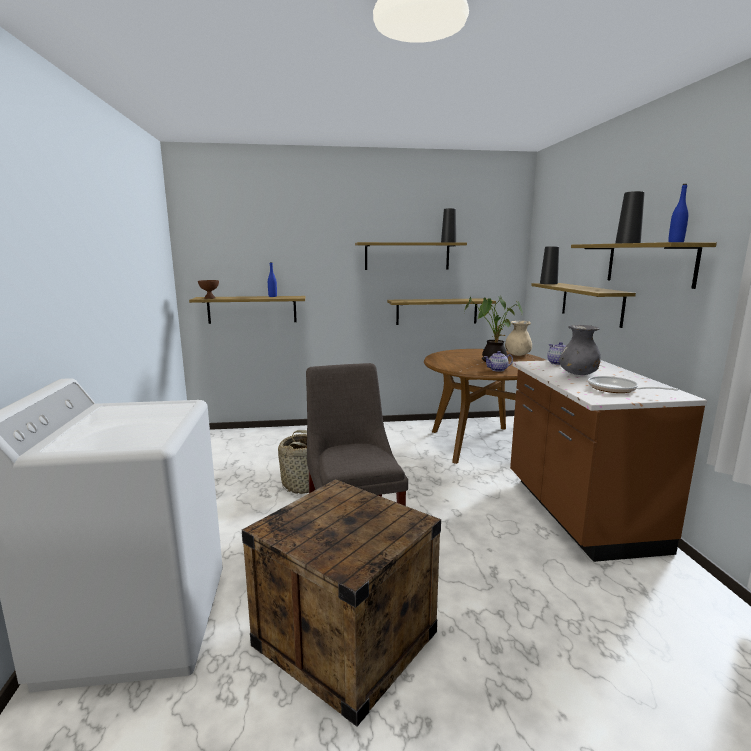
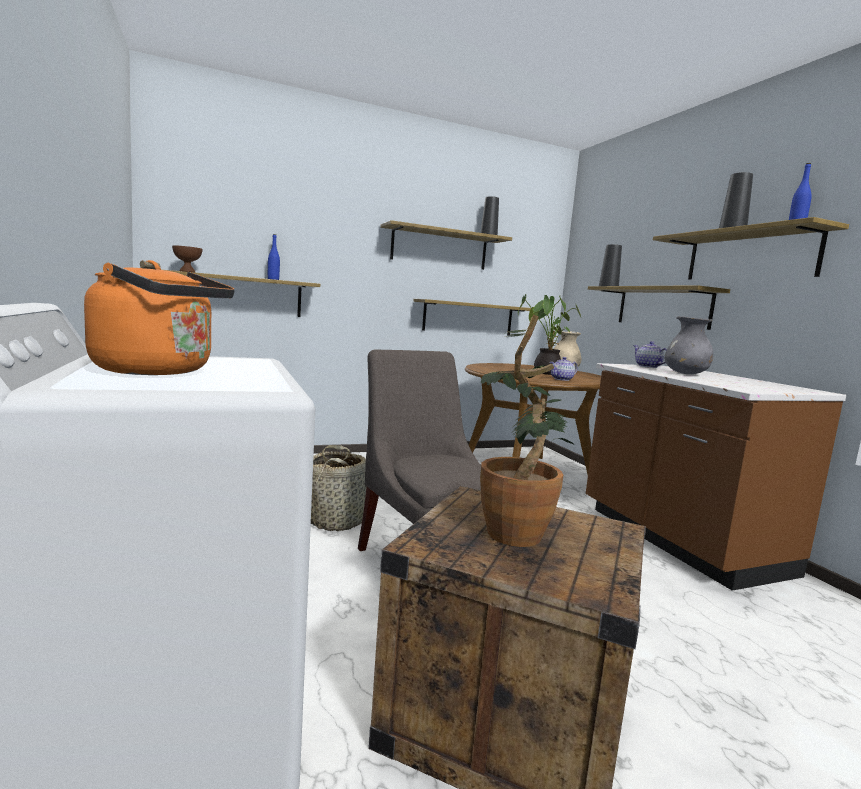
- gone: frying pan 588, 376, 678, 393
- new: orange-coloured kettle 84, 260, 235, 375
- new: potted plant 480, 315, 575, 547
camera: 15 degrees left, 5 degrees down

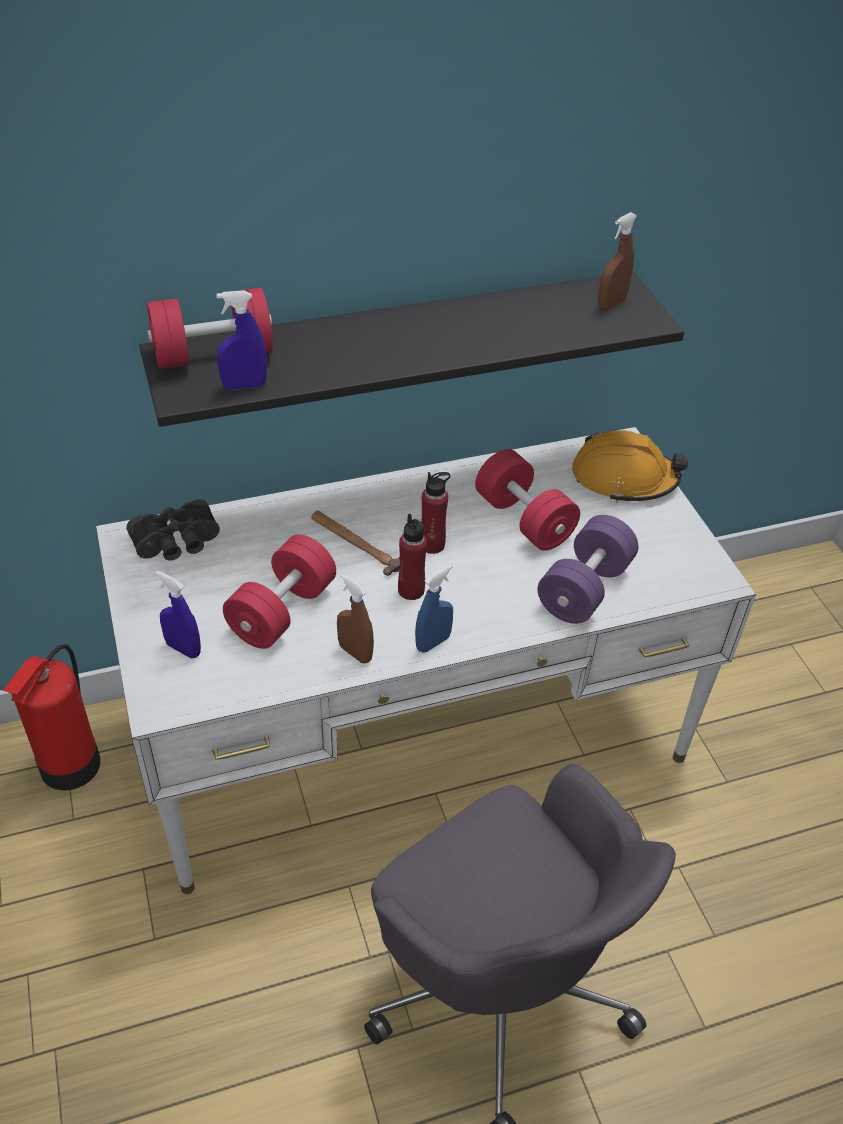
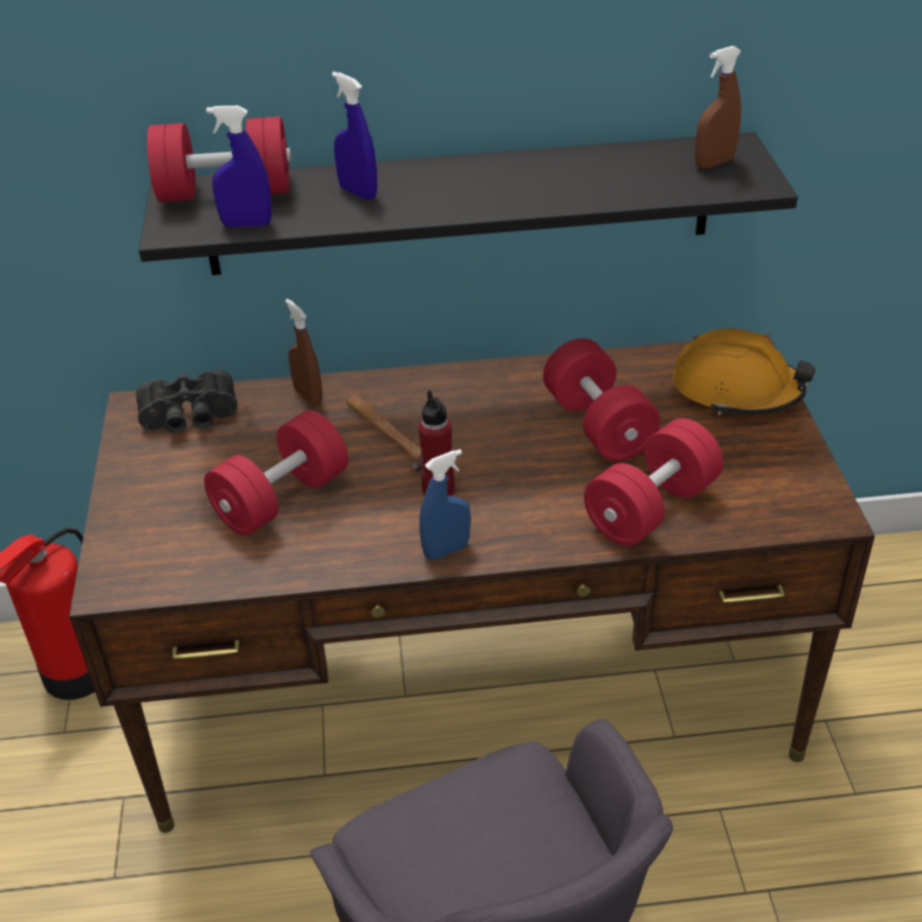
- repainted: whitish desk table 96, 427, 756, 894 to brownish desk table 69, 334, 875, 833
- shifted: bluish spray bottle 156, 571, 201, 658 to 332, 72, 377, 200
- shifted: brownish spray bottle 337, 573, 374, 663 to 285, 299, 323, 405
- gone: red-coloured bottle 421, 472, 451, 554
- repainted: purplish hand weight 538, 515, 638, 624 to red-coloured hand weight 584, 418, 723, 546
camera: 15 degrees right, 5 degrees down

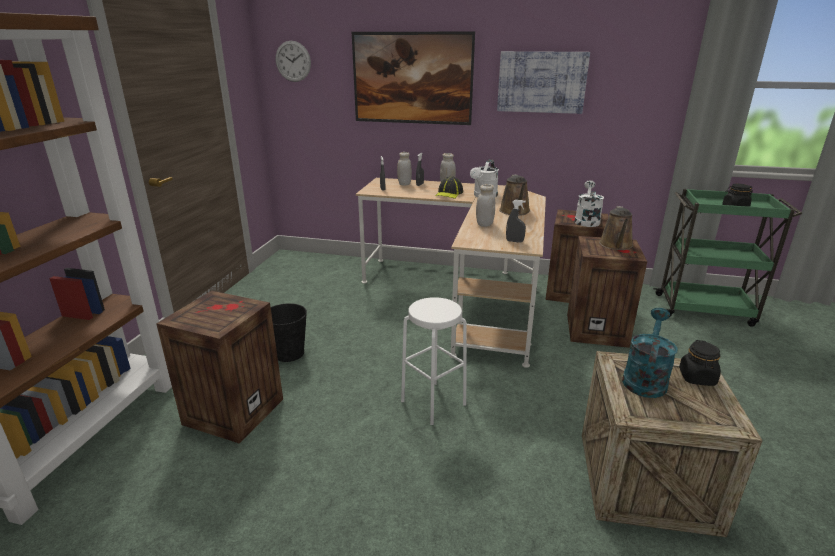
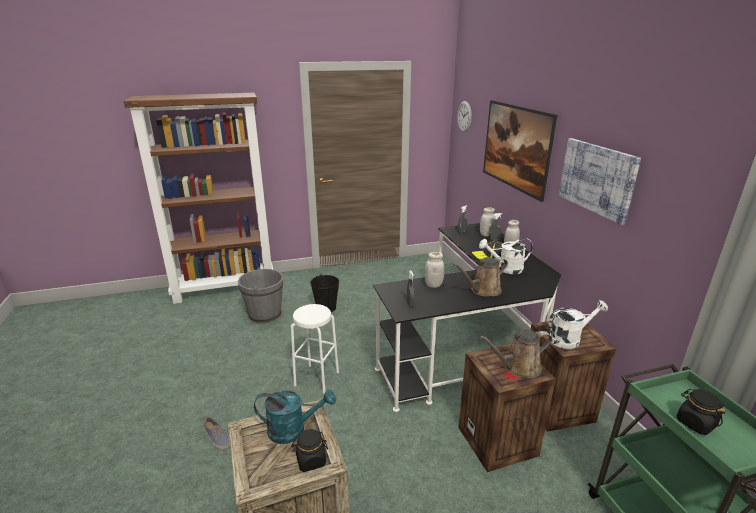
- swapped: crate 156, 291, 283, 444 to gray water bucket 238, 267, 283, 324
- repainted: sand-coloured desk table 356, 178, 546, 368 to blackish desk table 373, 223, 561, 412
- new: item of footwear 203, 417, 230, 450
camera: 60 degrees right, 0 degrees up

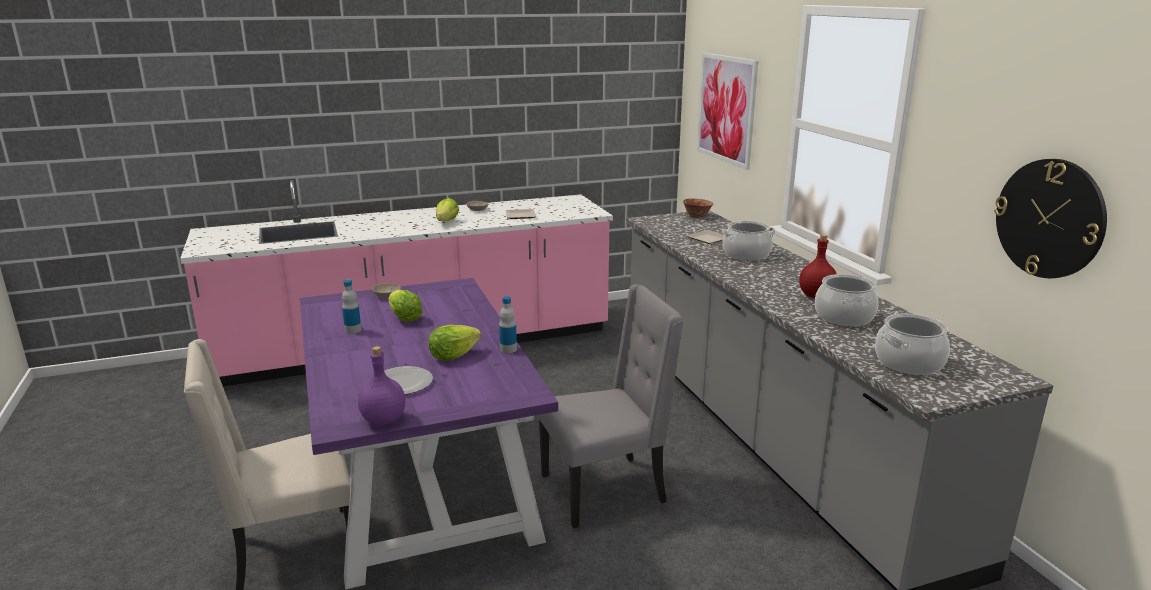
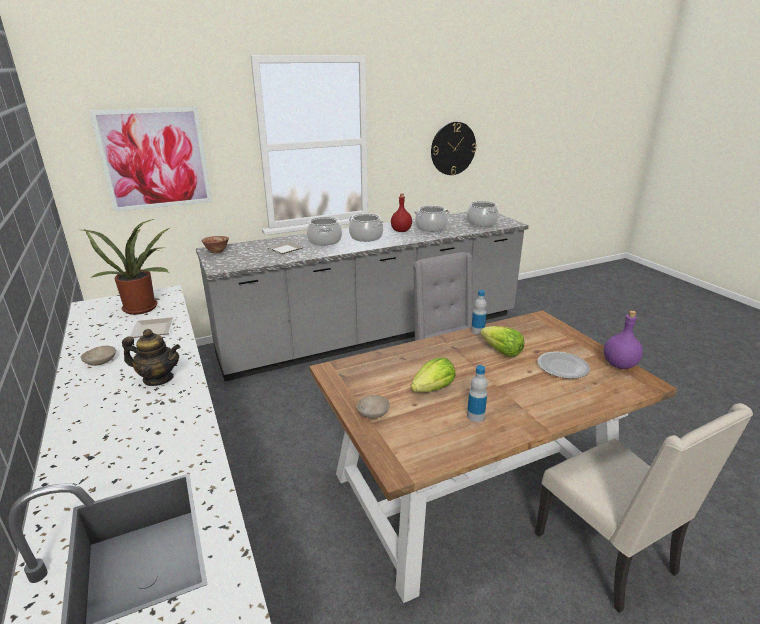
- repainted: purplish dinner table 300, 278, 558, 590 to brownish dinner table 309, 310, 677, 603
- swapped: lettuce 436, 198, 459, 221 to tea pot 122, 329, 180, 386
- new: potted plant 82, 219, 169, 315
- new: cooking pot 349, 213, 383, 242
camera: 95 degrees left, 5 degrees up

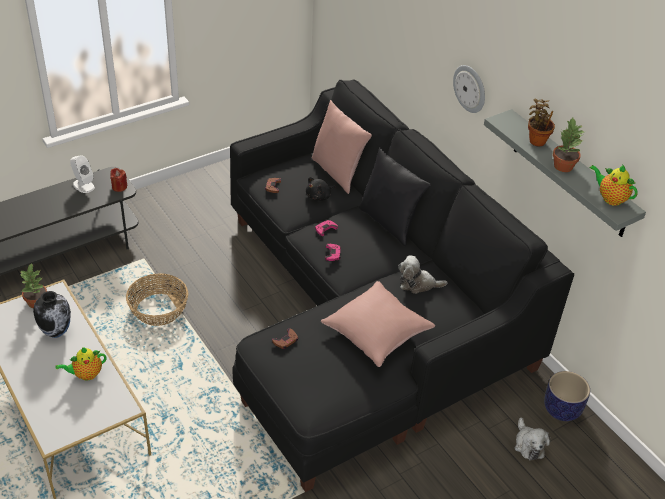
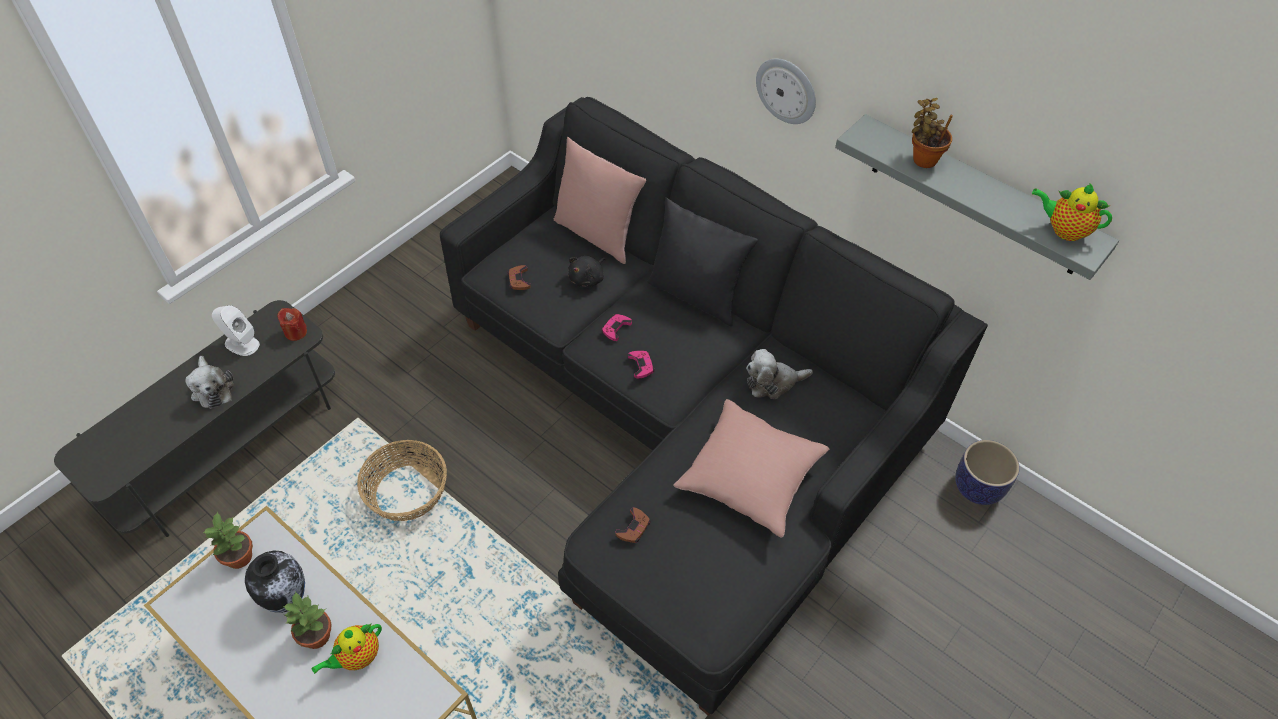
- shifted: soft toy 515, 417, 551, 461 to 185, 356, 234, 409
- shifted: potted plant 553, 118, 586, 172 to 282, 591, 332, 649
camera: 15 degrees left, 10 degrees up

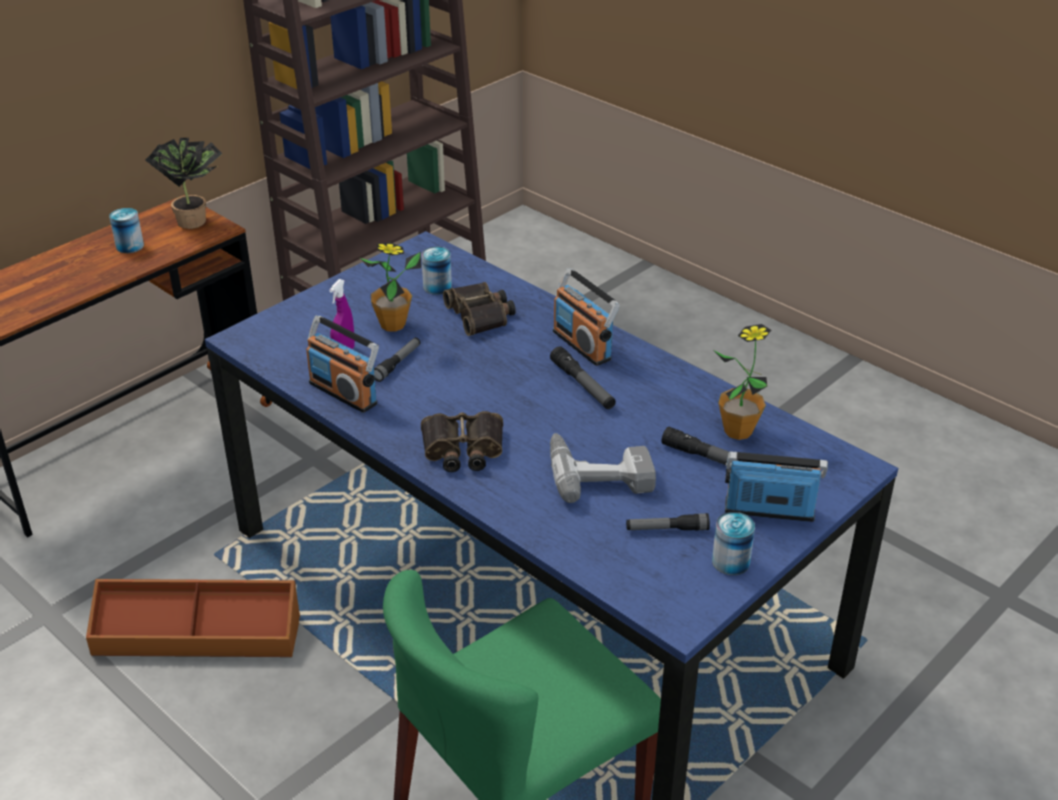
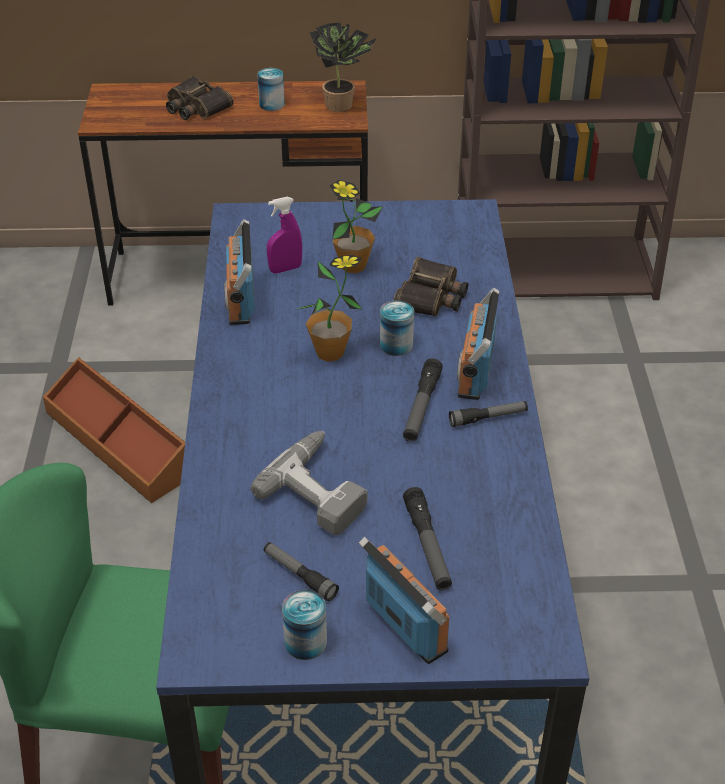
- shifted: flashlight 374, 338, 421, 382 to 449, 401, 528, 427
- shifted: metal can 421, 247, 452, 295 to 380, 300, 414, 356
- shifted: field glasses 421, 411, 503, 472 to 166, 76, 234, 120
- shifted: potted plant 712, 324, 771, 440 to 295, 255, 362, 362
camera: 45 degrees right, 5 degrees up

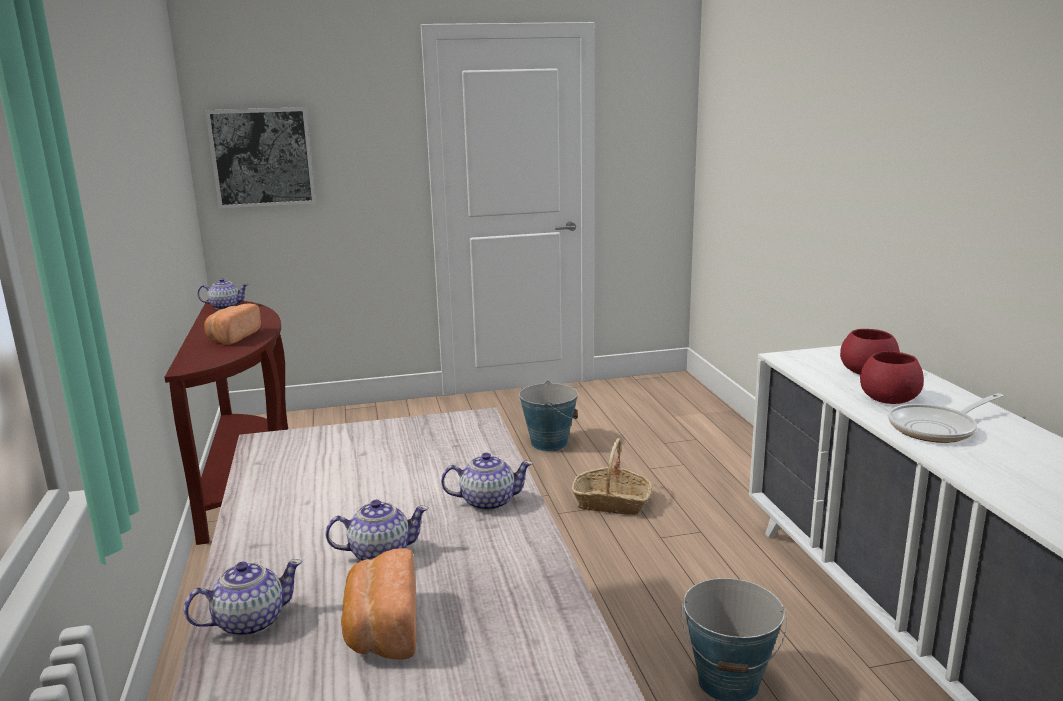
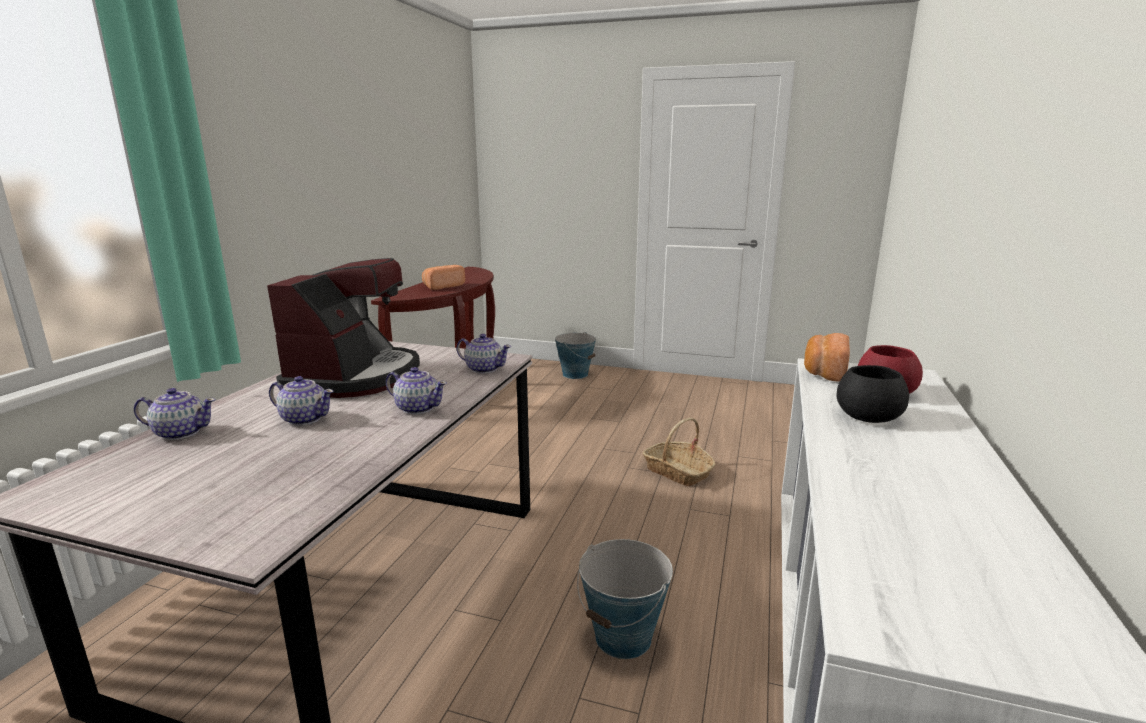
- shifted: tea pot 197, 278, 249, 310 to 457, 334, 511, 373
- gone: picture 205, 107, 316, 208
- shifted: bakery bread 341, 548, 416, 660 to 804, 333, 850, 382
- shifted: water bucket 519, 381, 578, 452 to 555, 332, 596, 379
- repainted: red-coloured bowl 860, 351, 924, 404 to blackish bowl 837, 365, 909, 423
- gone: frying pan 888, 393, 1003, 443
- new: coffee brewer 267, 258, 420, 398
camera: 30 degrees right, 0 degrees up

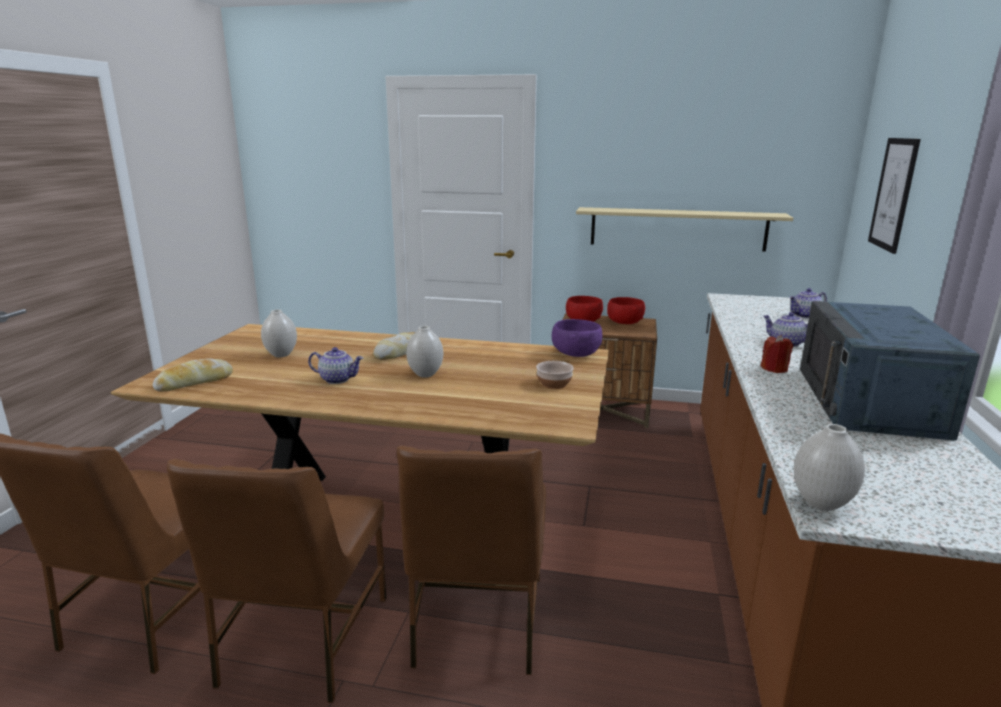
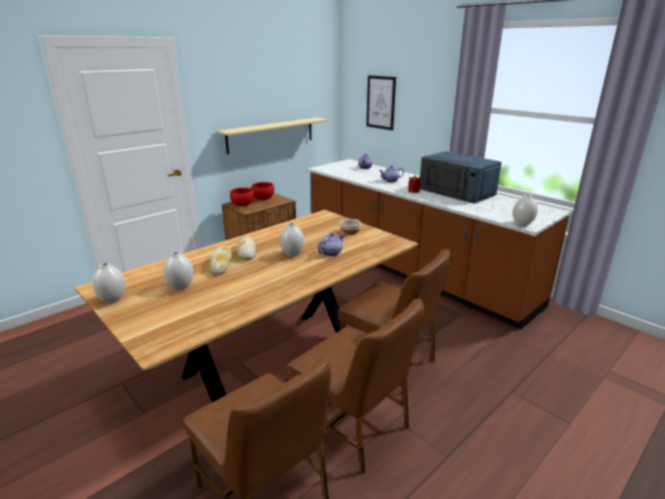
- shifted: bakery bread 153, 358, 233, 392 to 209, 246, 233, 275
- shifted: tea pot 308, 347, 363, 384 to 317, 233, 344, 256
- gone: purplish bowl 552, 319, 602, 357
- new: whitish vase 92, 262, 126, 303
camera: 55 degrees left, 5 degrees up

